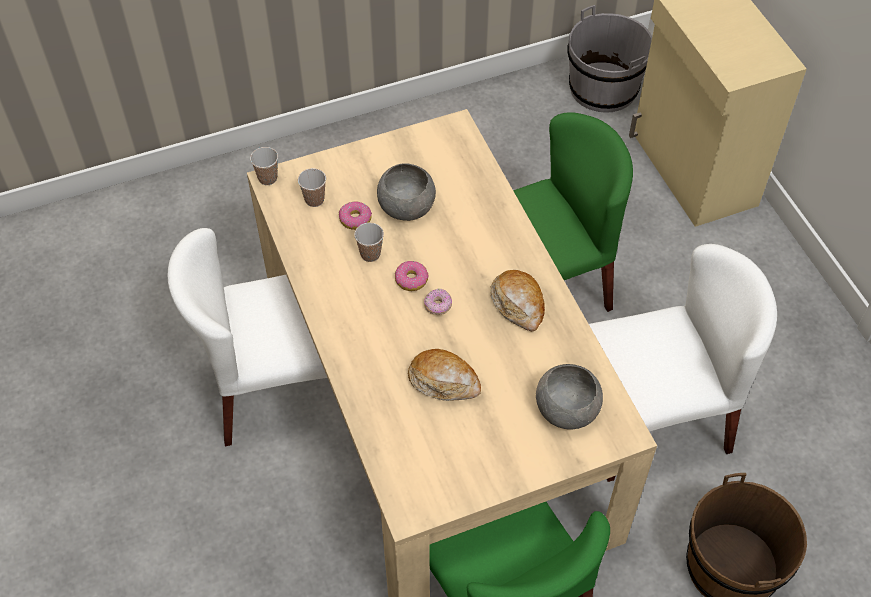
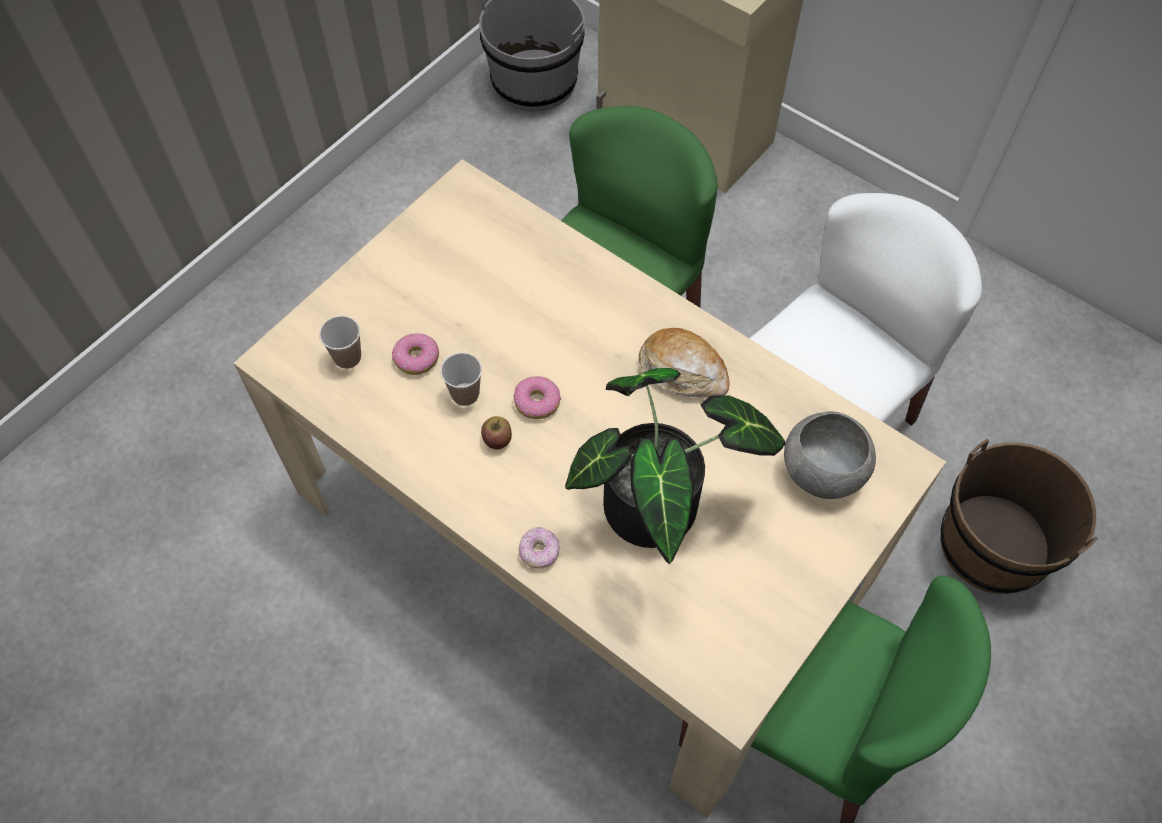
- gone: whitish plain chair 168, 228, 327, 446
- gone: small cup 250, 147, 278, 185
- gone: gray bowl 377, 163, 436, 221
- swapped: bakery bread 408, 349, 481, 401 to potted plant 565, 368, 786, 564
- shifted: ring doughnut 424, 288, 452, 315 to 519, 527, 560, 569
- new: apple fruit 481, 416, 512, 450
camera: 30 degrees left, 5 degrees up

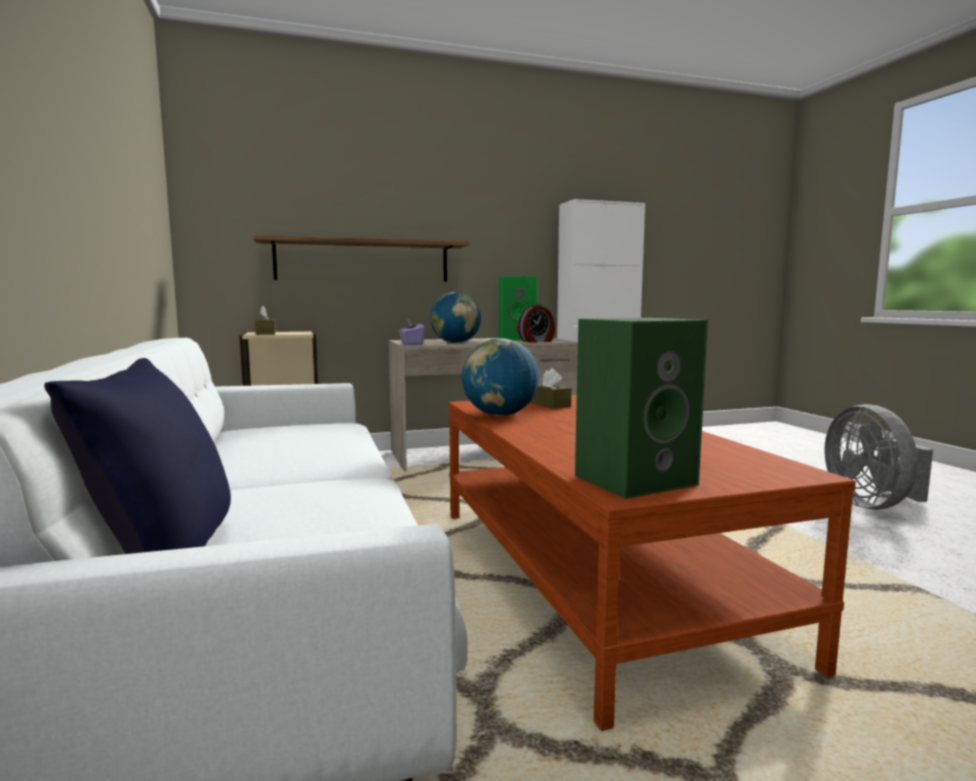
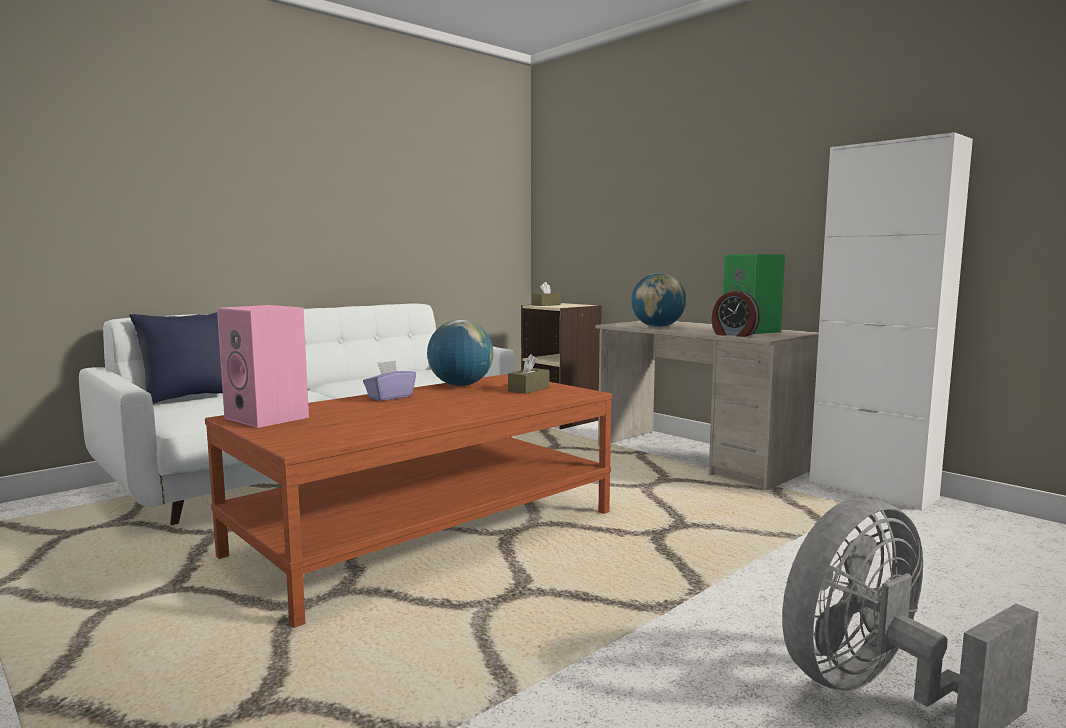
- gone: bracket shelf 253, 235, 469, 282
- shifted: purplish box of tissues 399, 319, 425, 345 to 363, 360, 416, 401
- repainted: greenish loudspeaker 575, 318, 708, 499 to pinkish loudspeaker 217, 305, 309, 428
camera: 65 degrees right, 0 degrees up

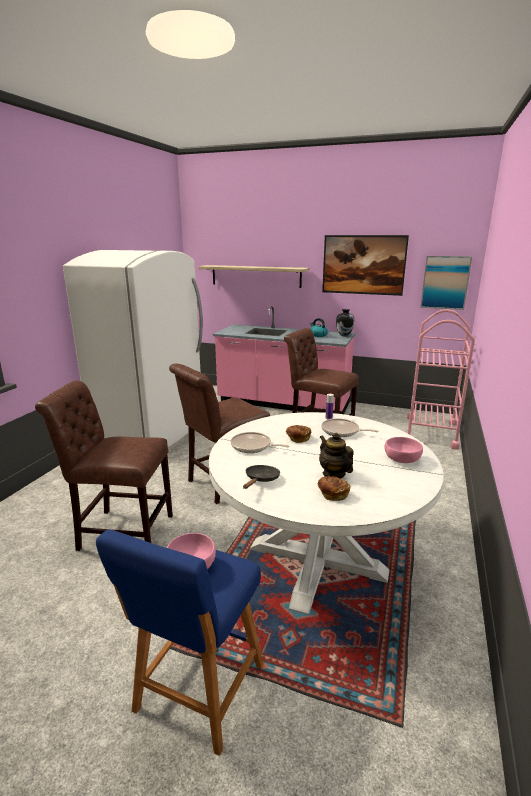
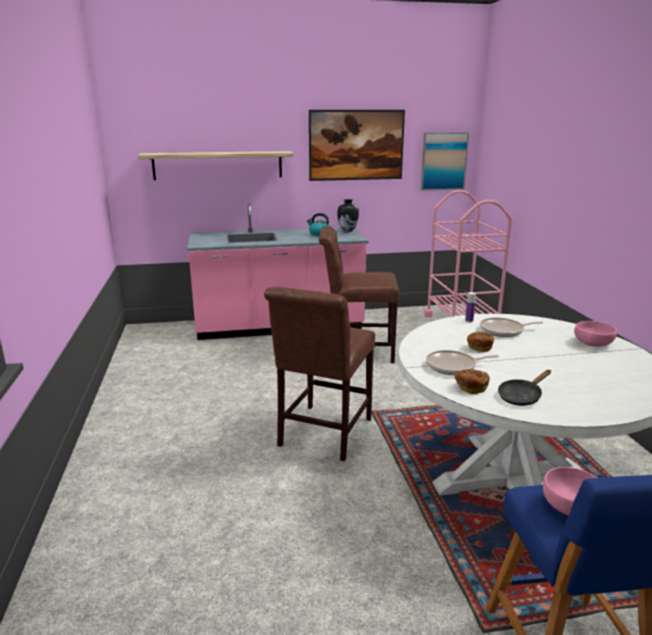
- gone: brownish plain chair 35, 380, 173, 551
- gone: whitish kitchen fridge 63, 250, 203, 447
- rotated: blackish frying pan 243, 465, 280, 489 = 498, 370, 551, 406 120 degrees counterclockwise
- shifted: bakery bread 318, 476, 350, 501 to 454, 369, 490, 394
- gone: tea pot 319, 433, 354, 479
camera: 30 degrees left, 0 degrees up

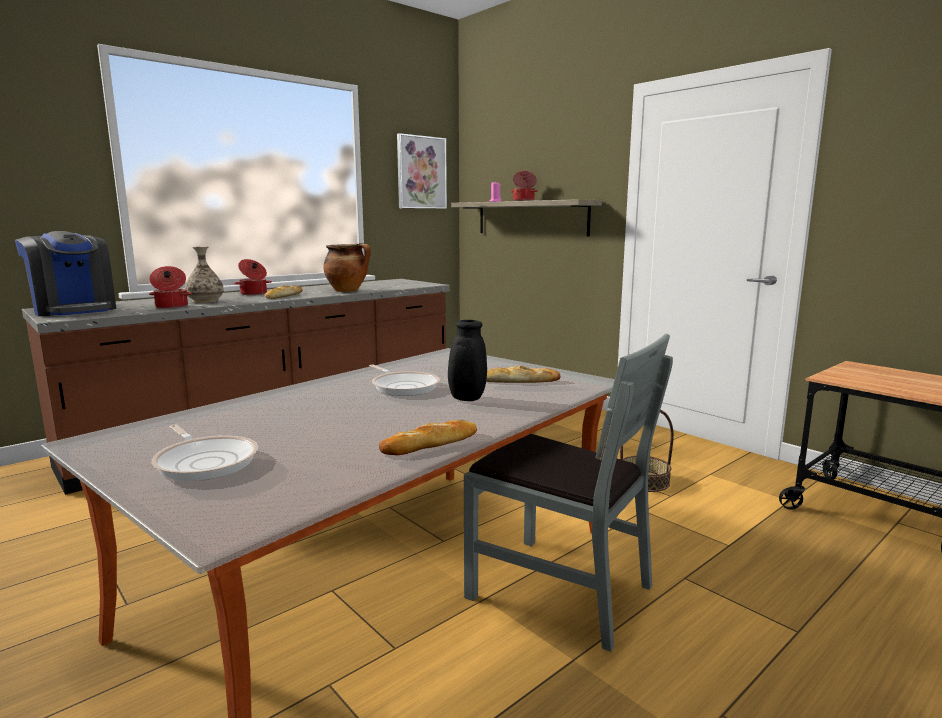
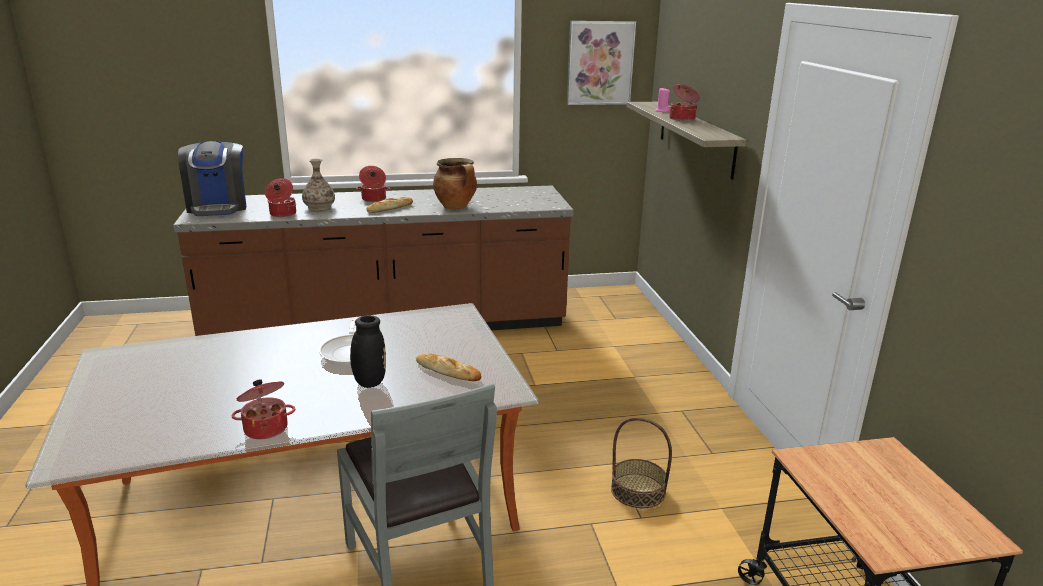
- gone: frying pan 152, 425, 258, 481
- swapped: bakery bread 379, 420, 477, 456 to cooking pot 232, 379, 295, 439
camera: 30 degrees right, 10 degrees up

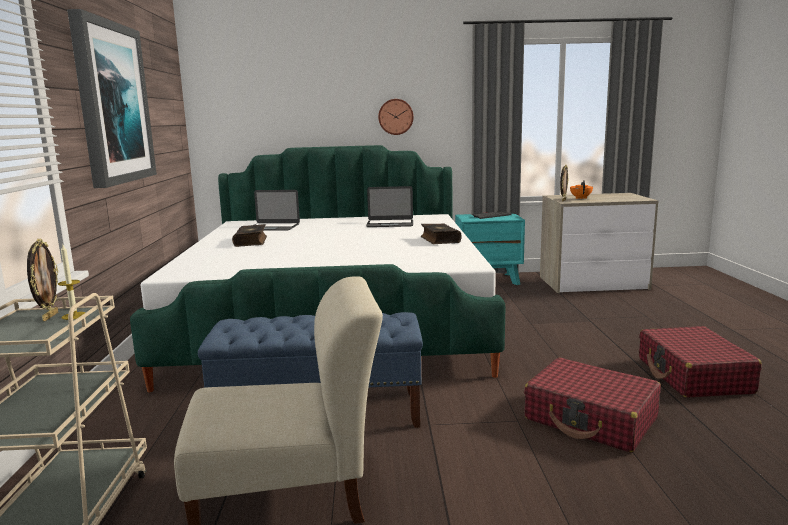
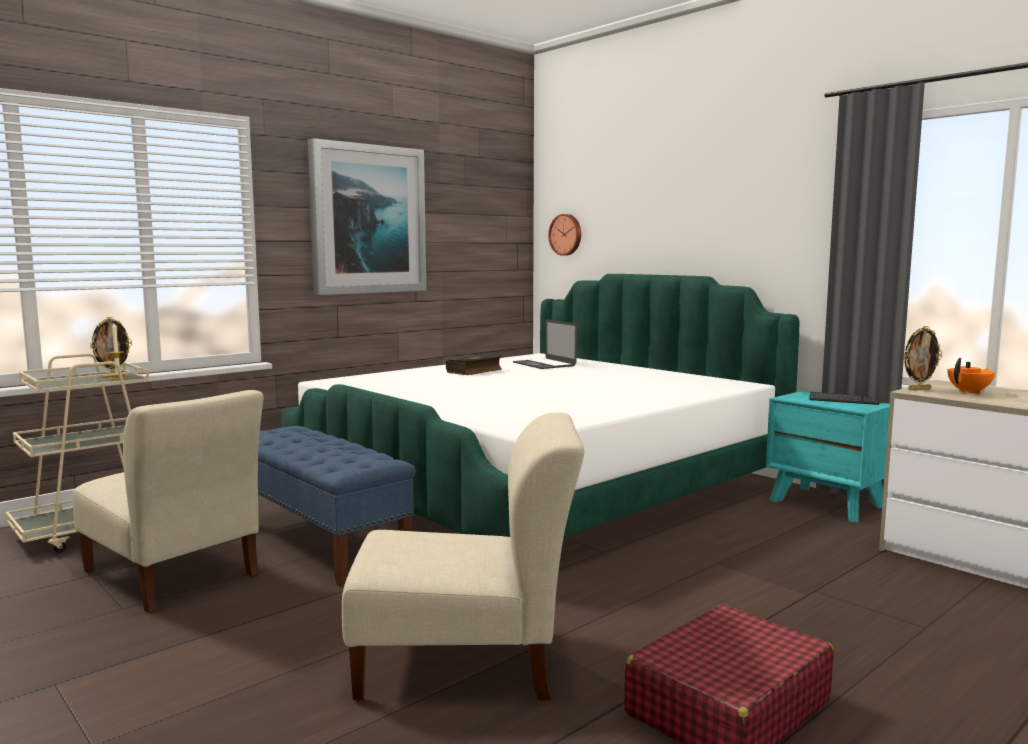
- gone: notebook computer 366, 186, 413, 227
- shifted: clock on the wall 378, 99, 414, 135 to 548, 214, 581, 256
- gone: bound book 421, 223, 462, 244
- swapped: red-coloured travel case 524, 358, 661, 452 to sand-coloured plain chair 342, 412, 584, 701
camera: 50 degrees right, 5 degrees down

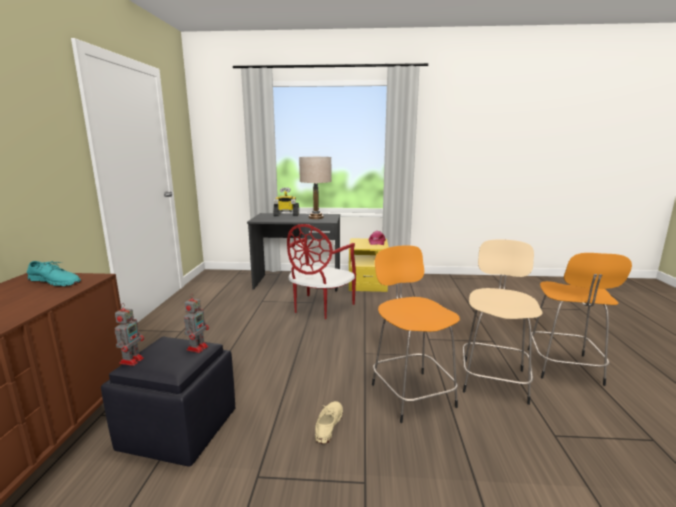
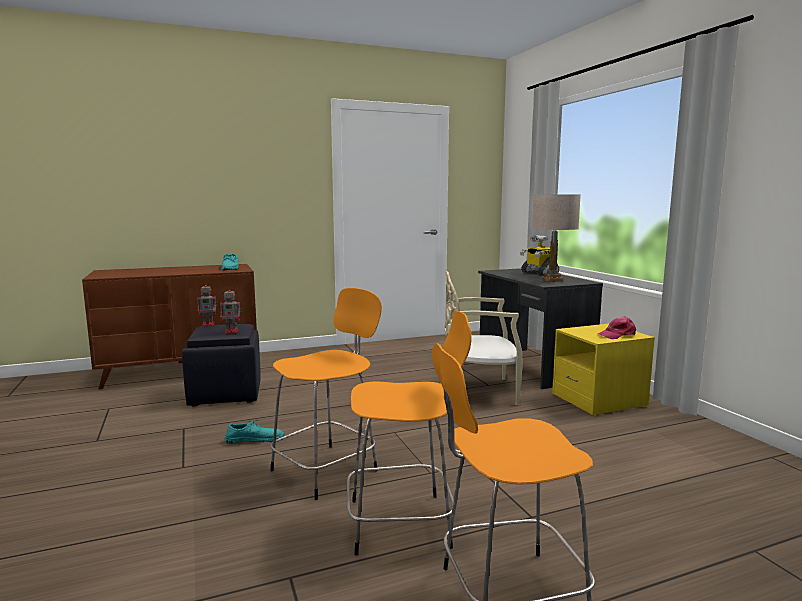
- repainted: red-coloured plain chair 287, 224, 356, 319 to sand-coloured plain chair 445, 271, 523, 405
- repainted: sand-coloured item of footwear 315, 401, 343, 444 to blue-green item of footwear 225, 420, 284, 444
- repainted: sand-coloured stool seat 463, 239, 543, 405 to orange-coloured stool seat 347, 311, 472, 556
camera: 65 degrees right, 5 degrees down

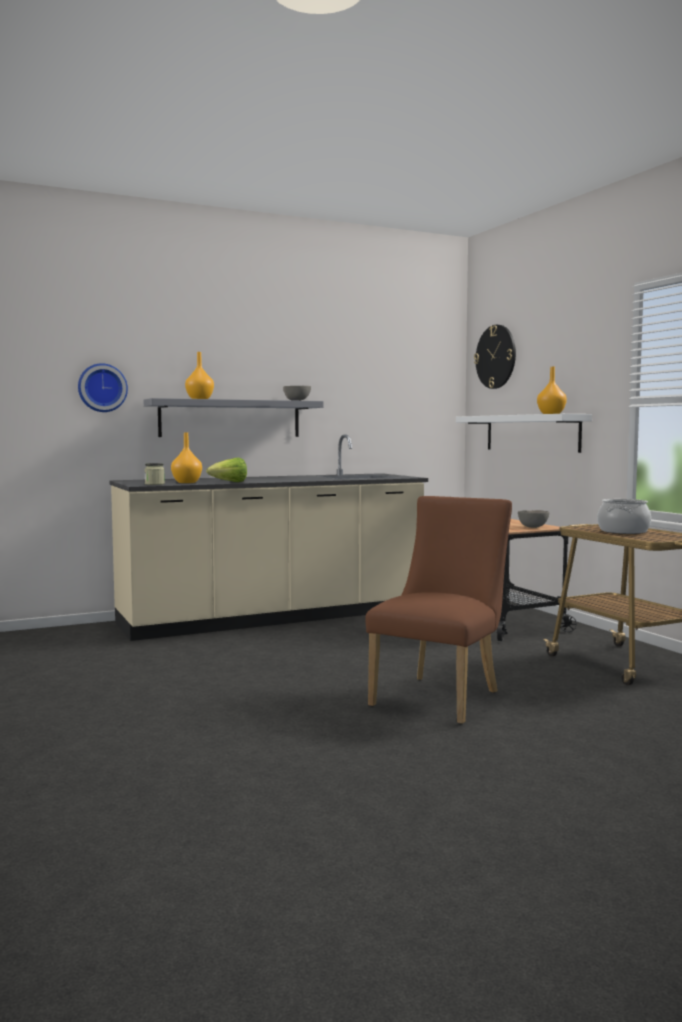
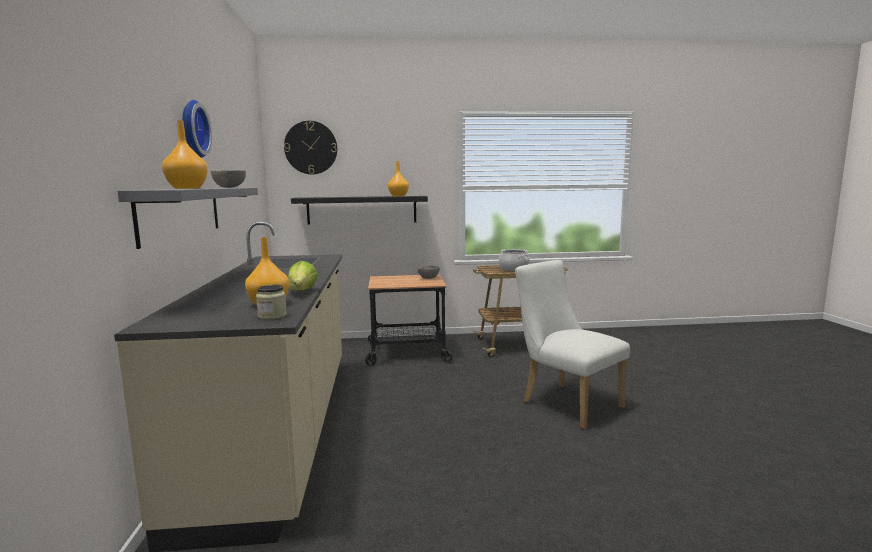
- shifted: clock on the wall 78, 363, 128, 412 to 182, 100, 212, 158
- repainted: brownish plain chair 365, 496, 512, 724 to whitish plain chair 515, 260, 630, 429
- repainted: whitish bracket shelf 456, 414, 592, 453 to blackish bracket shelf 291, 196, 428, 225
camera: 70 degrees left, 5 degrees up

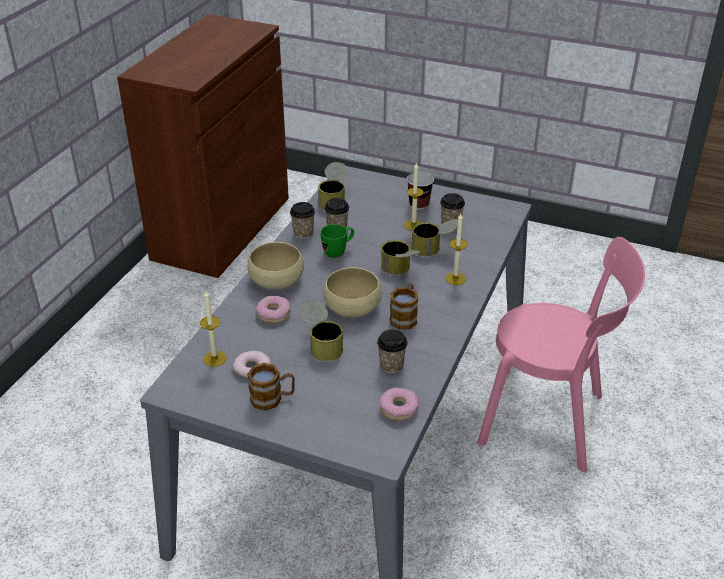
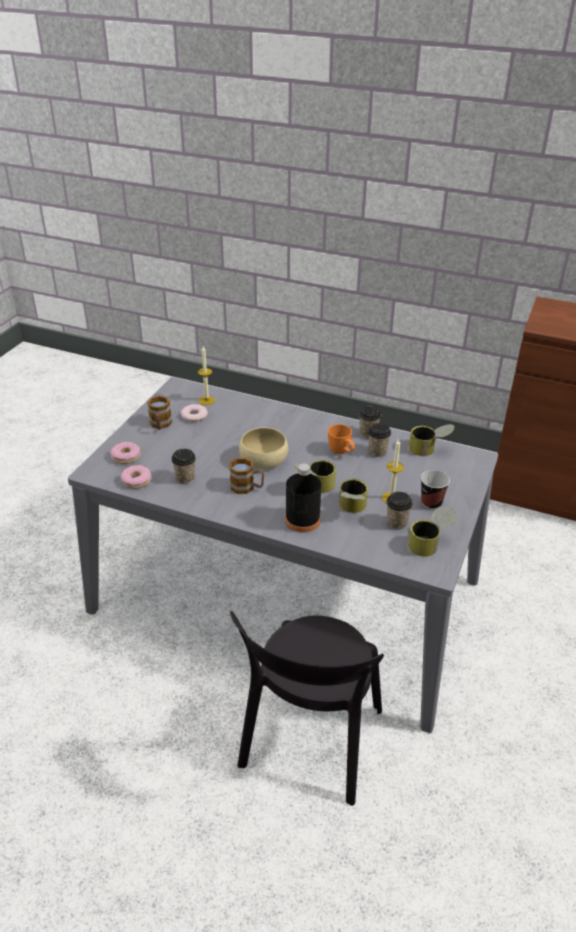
- gone: sand-coloured bowl 247, 242, 304, 289
- shifted: ring doughnut 256, 296, 291, 323 to 110, 442, 141, 464
- shifted: metal can 300, 300, 343, 361 to 408, 506, 457, 557
- repainted: greenish mug 320, 224, 354, 258 to orange-coloured mug 328, 424, 355, 454
- swapped: candle 445, 214, 468, 285 to blackish bottle 285, 464, 321, 533
- repainted: pinkish plain chair 477, 237, 645, 472 to blackish plain chair 230, 611, 384, 806
camera: 90 degrees right, 0 degrees up

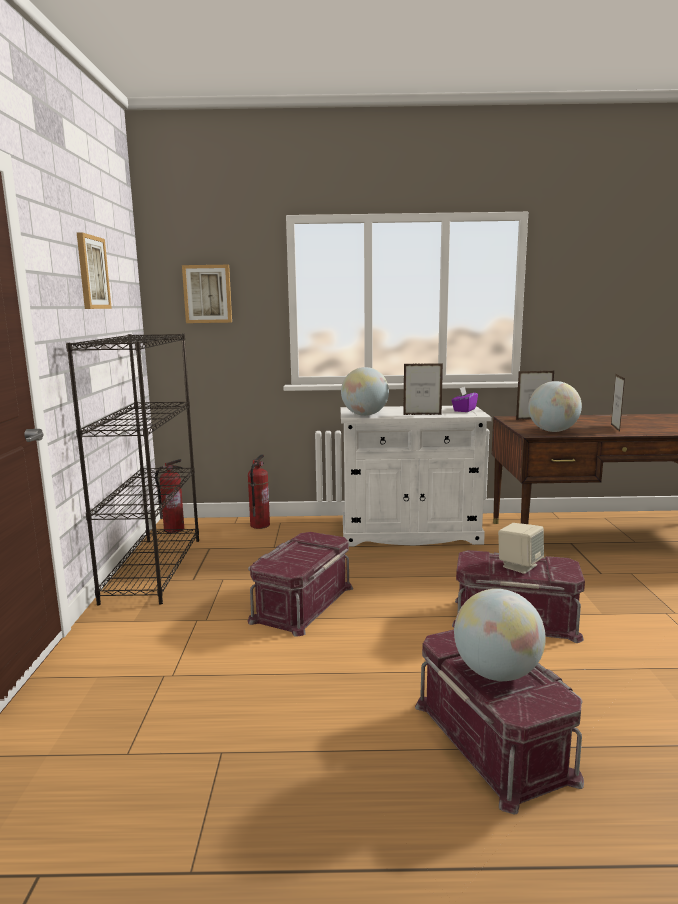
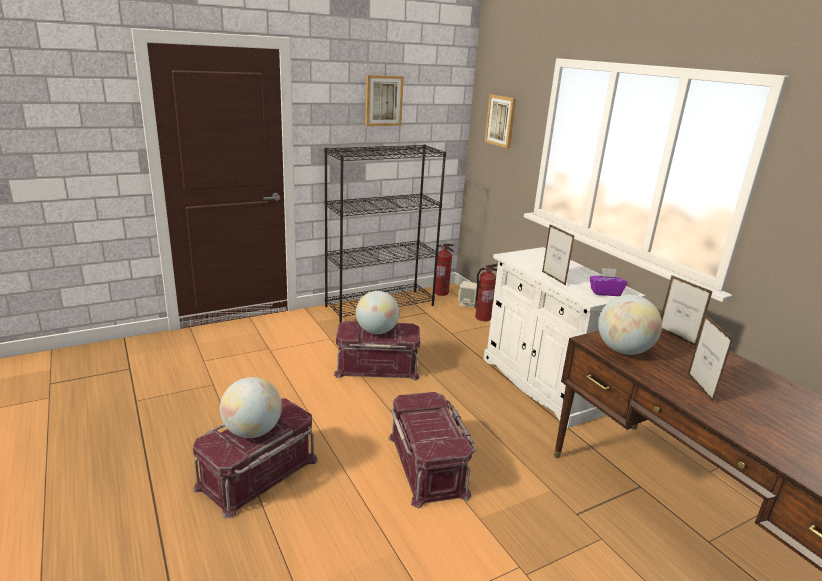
- shifted: desk globe 341, 367, 389, 416 to 356, 291, 399, 334
- shifted: sand-coloured loudspeaker 498, 523, 544, 574 to 458, 281, 477, 308
- rotated: photo frame 611, 374, 625, 432 = 688, 314, 733, 402 75 degrees counterclockwise
camera: 60 degrees right, 10 degrees up

